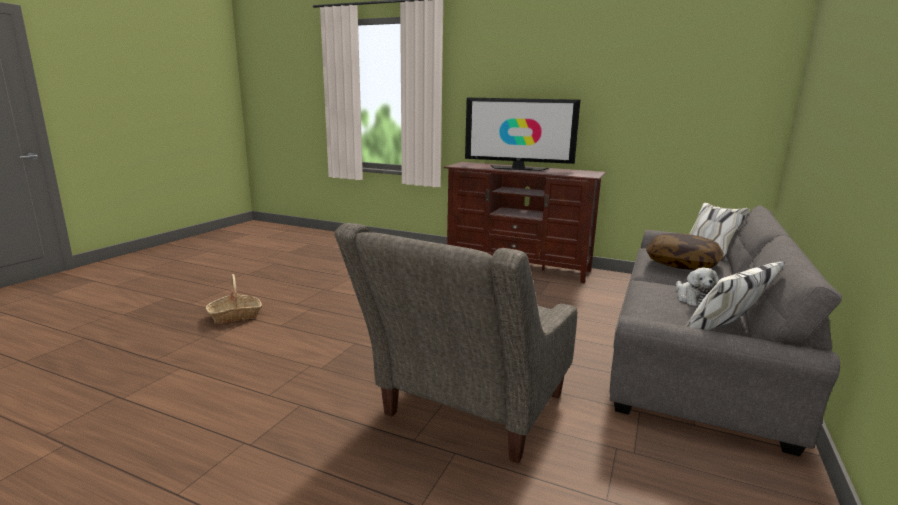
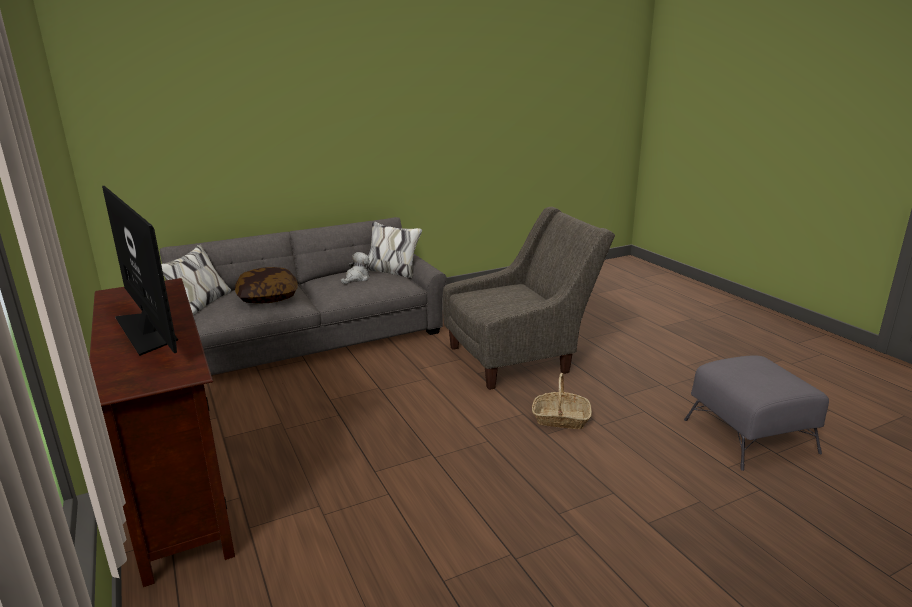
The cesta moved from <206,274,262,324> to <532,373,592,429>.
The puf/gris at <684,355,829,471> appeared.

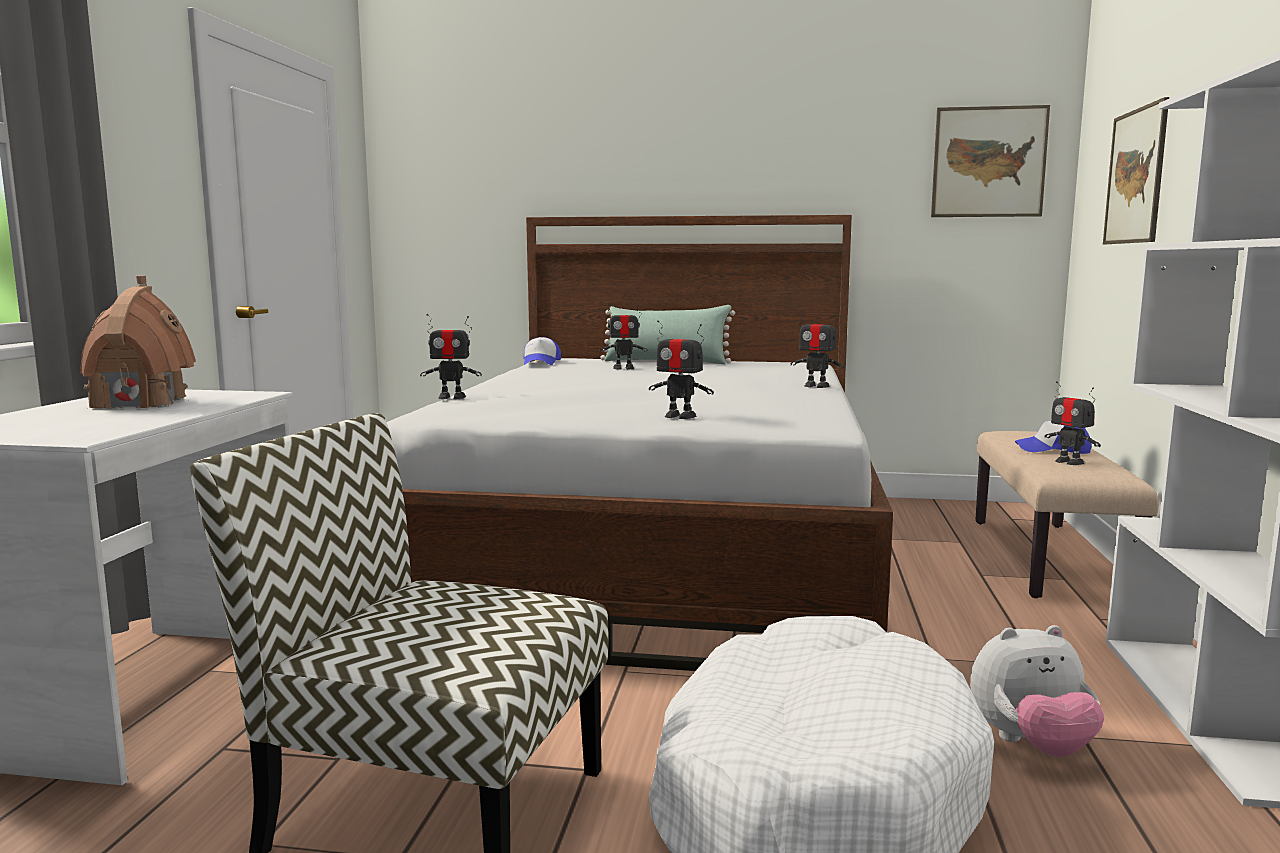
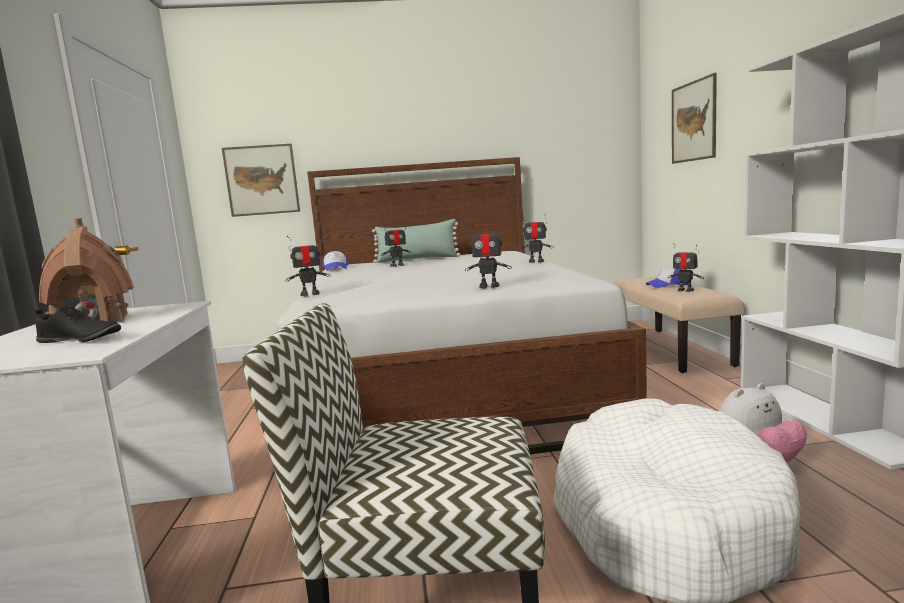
The cuadro moved from <931,105,1050,217> to <222,144,300,217>.
The zapato/negro at <35,306,121,343> appeared.

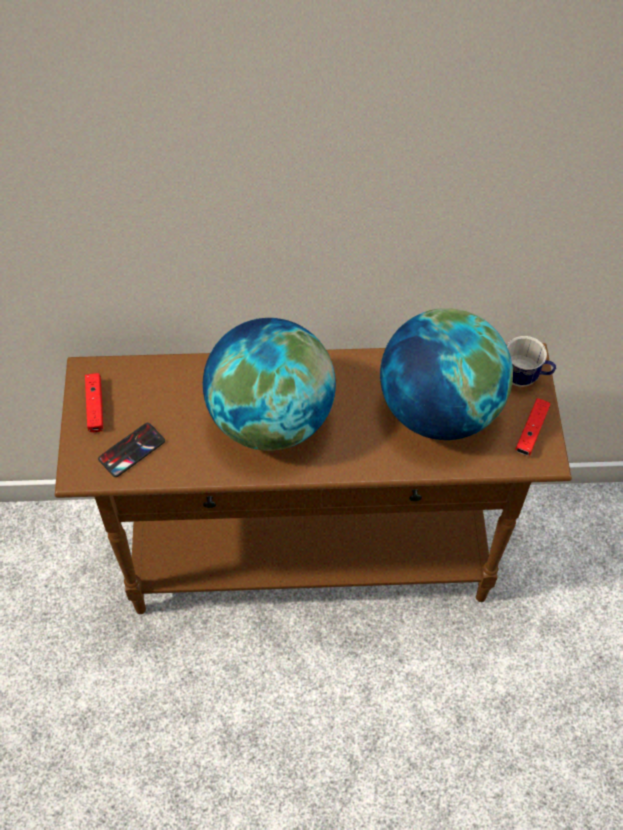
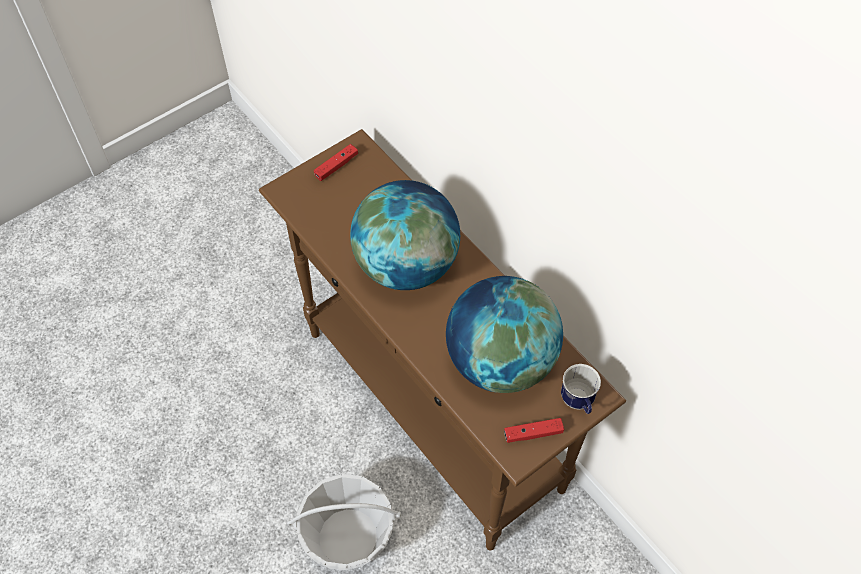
The móvil at <98,423,165,477> disappeared.
The cesta at <287,474,401,570> appeared.

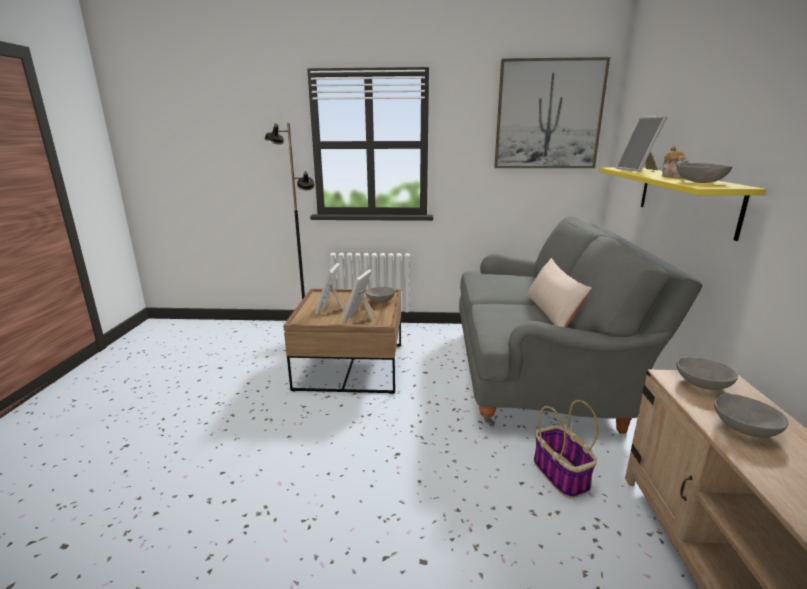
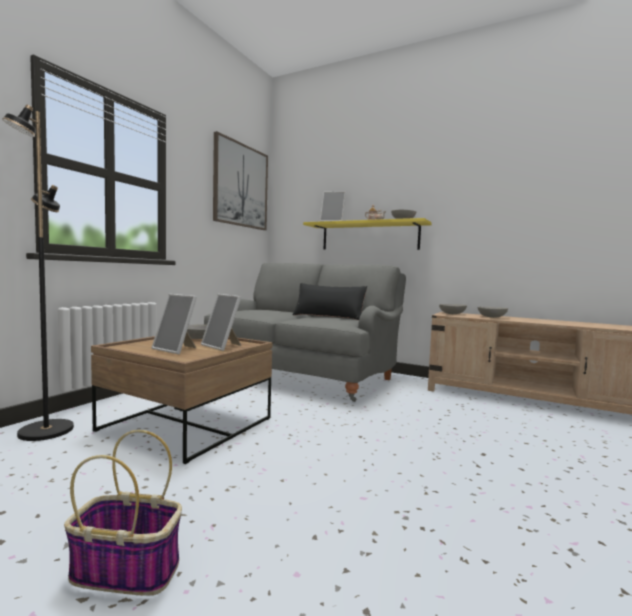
The cojín/beis at <526,258,592,327> became the cojín/negro at <293,283,367,320>.
The cesta moved from <534,400,599,499> to <64,430,182,596>.

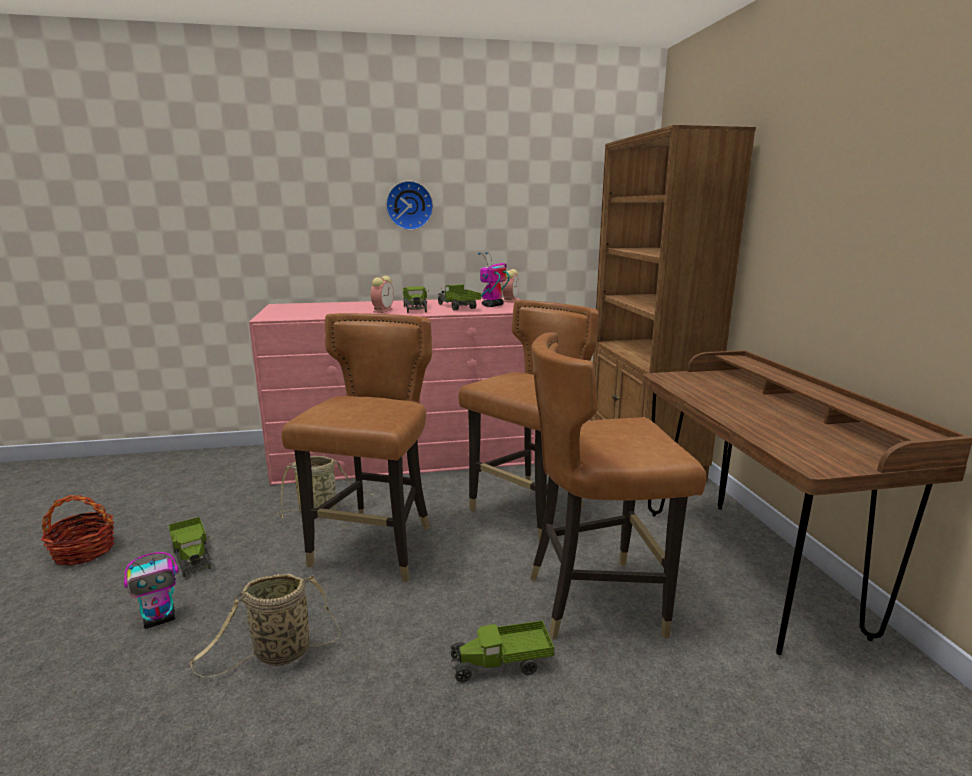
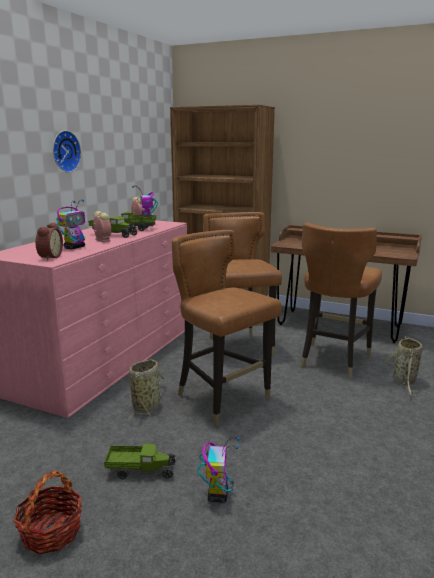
The cesta moved from <190,574,340,677> to <384,336,423,397>.
The camión de juguete at <450,621,554,682> disappeared.
The despertador at <35,222,63,260> appeared.
The robot de juguete at <57,199,85,249> appeared.

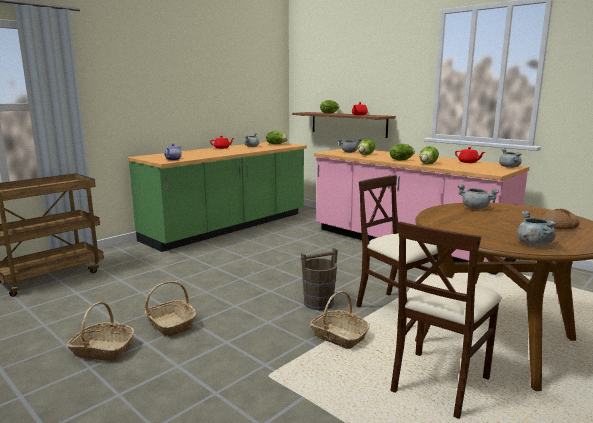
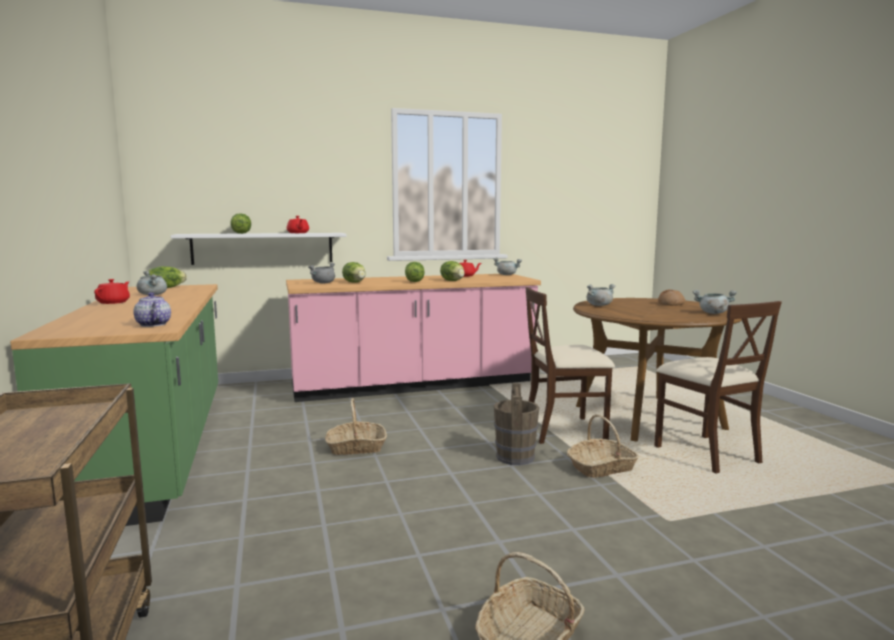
The cesta moved from <145,281,196,337> to <325,398,387,455>.
The estante/marrón at <292,112,396,138> became the estante/blanco at <171,233,347,265>.

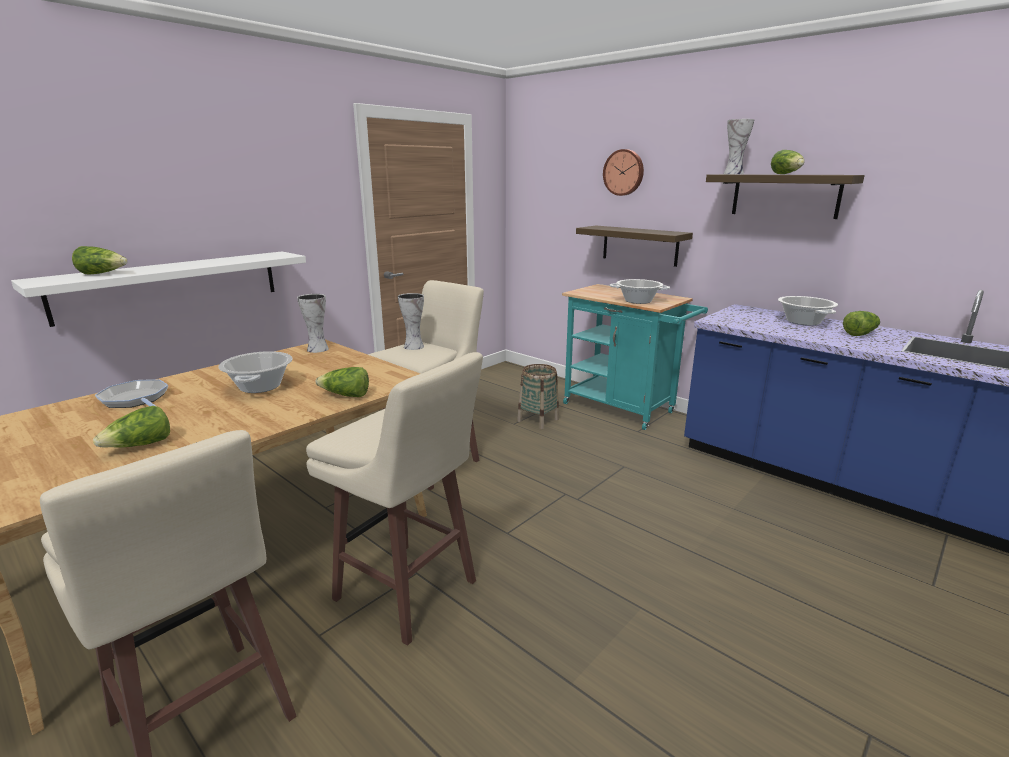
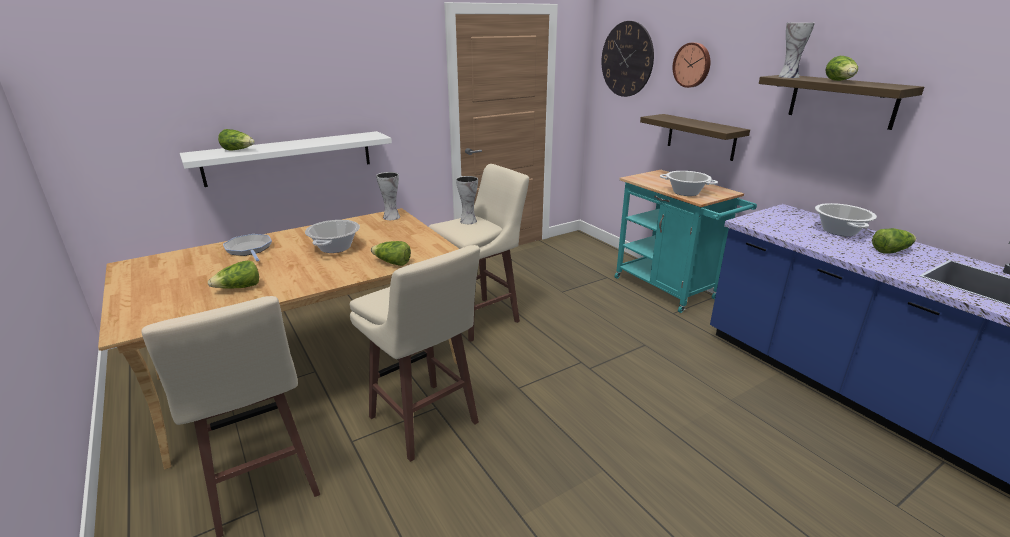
The cesta at <517,364,559,429> disappeared.
The reloj de pared at <602,21,654,97> appeared.

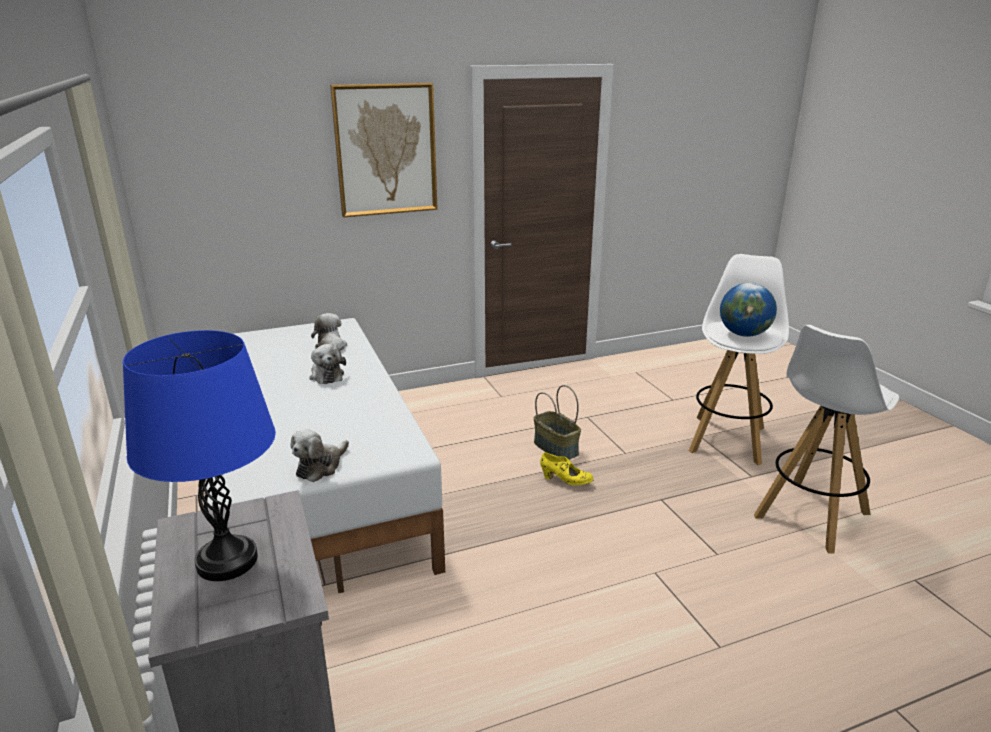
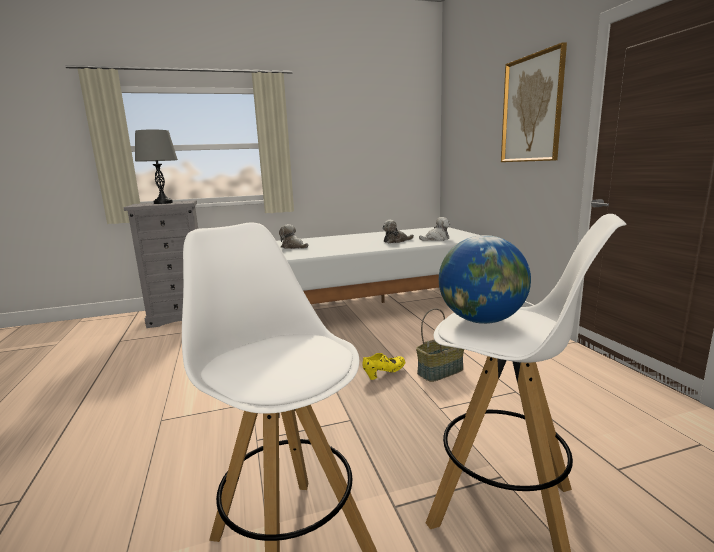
The lámpara de mesa/azul at <123,330,276,581> became the lámpara de mesa/gris at <135,130,178,204>.
The zapato/amarillo at <540,452,594,485> turned 150 degrees counterclockwise.

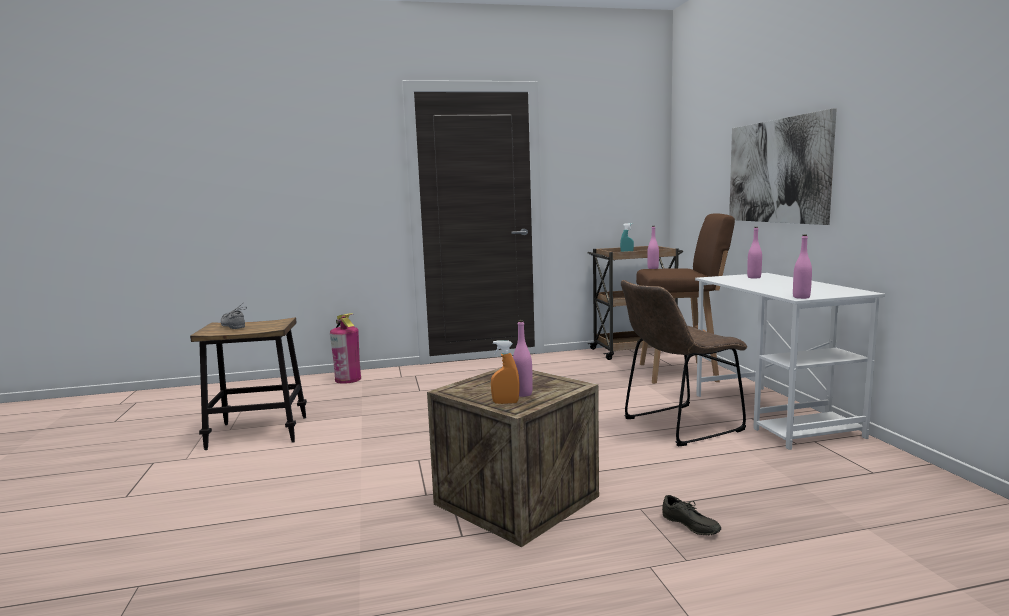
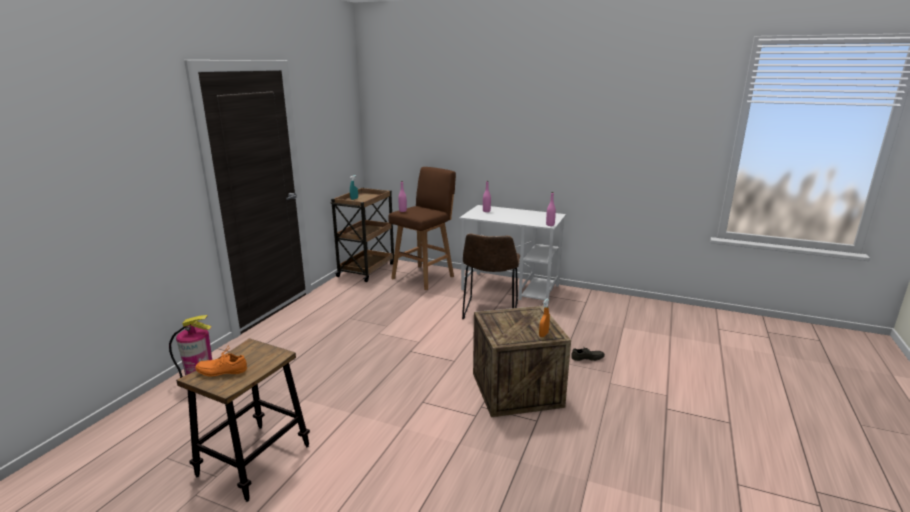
The zapato/gris at <221,303,247,329> became the zapato/naranja at <195,344,247,377>.
The botella/rosa at <513,320,533,397> disappeared.
The cuadro at <729,108,837,225> disappeared.

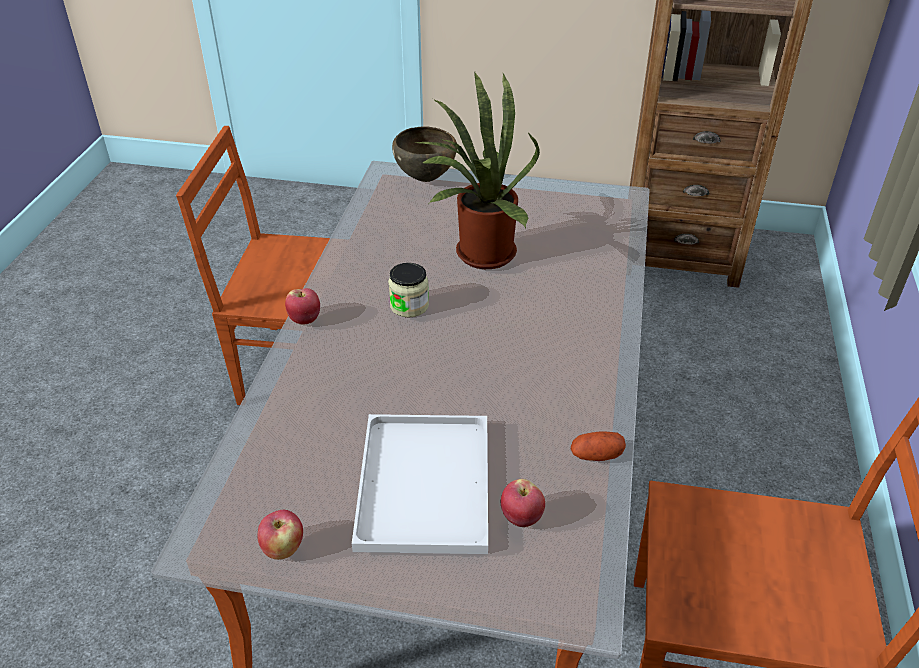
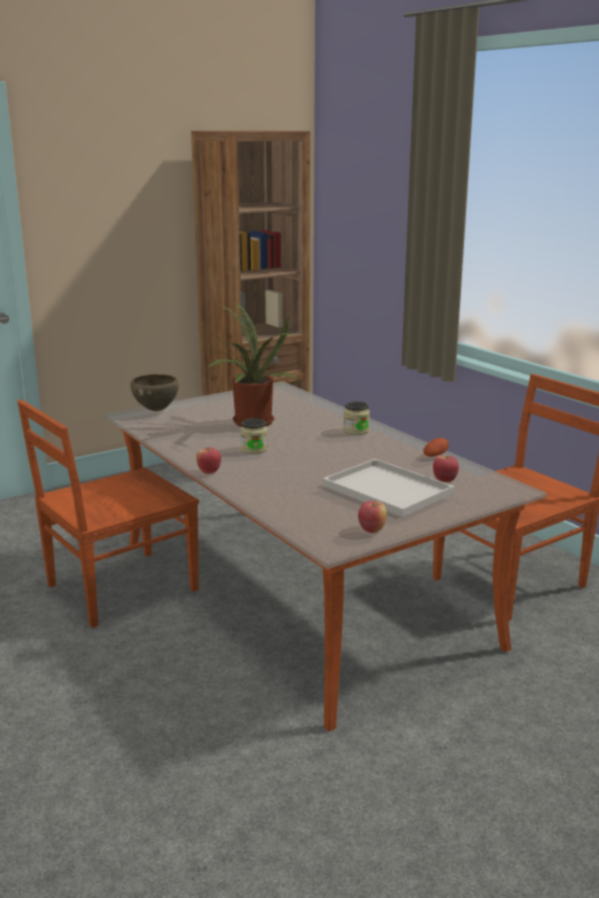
The tarro at <343,401,370,435> appeared.

